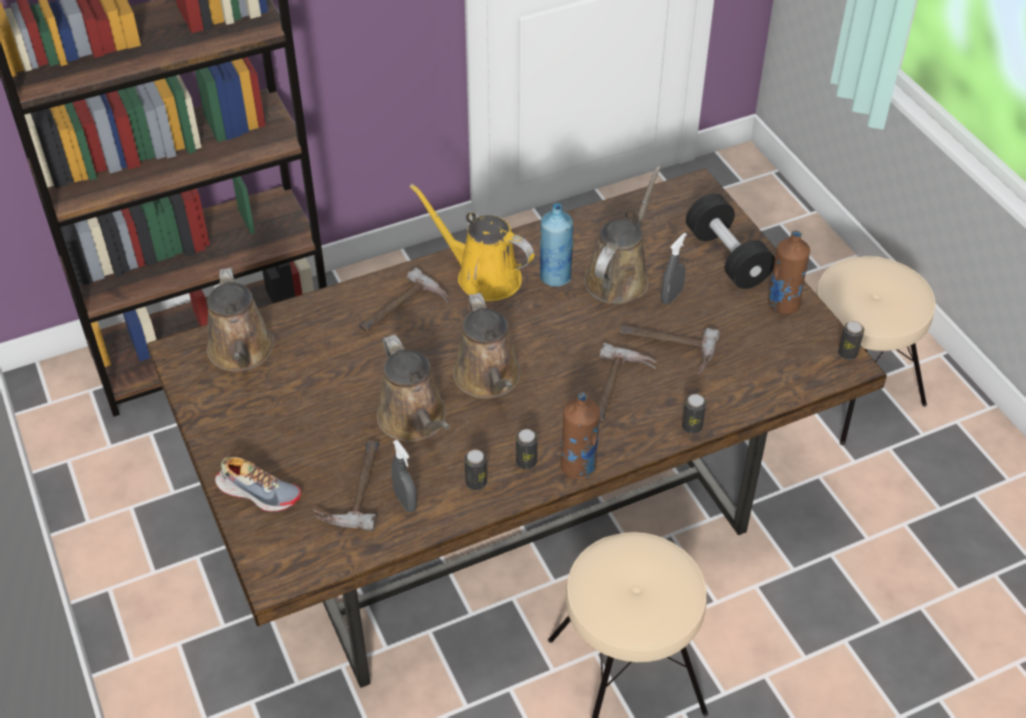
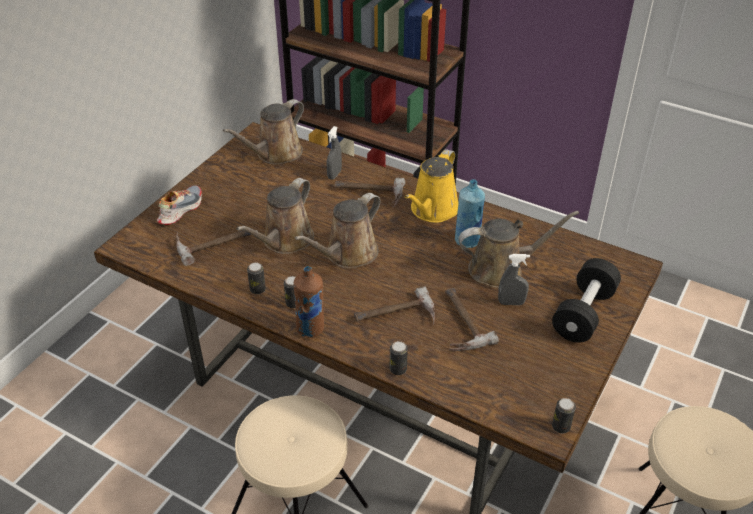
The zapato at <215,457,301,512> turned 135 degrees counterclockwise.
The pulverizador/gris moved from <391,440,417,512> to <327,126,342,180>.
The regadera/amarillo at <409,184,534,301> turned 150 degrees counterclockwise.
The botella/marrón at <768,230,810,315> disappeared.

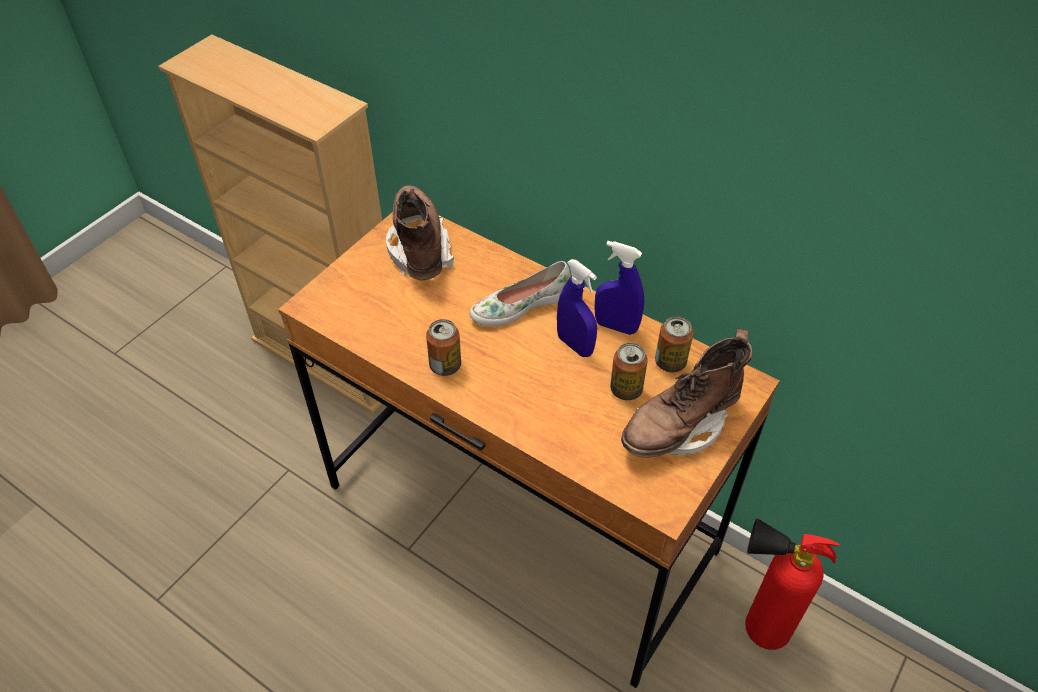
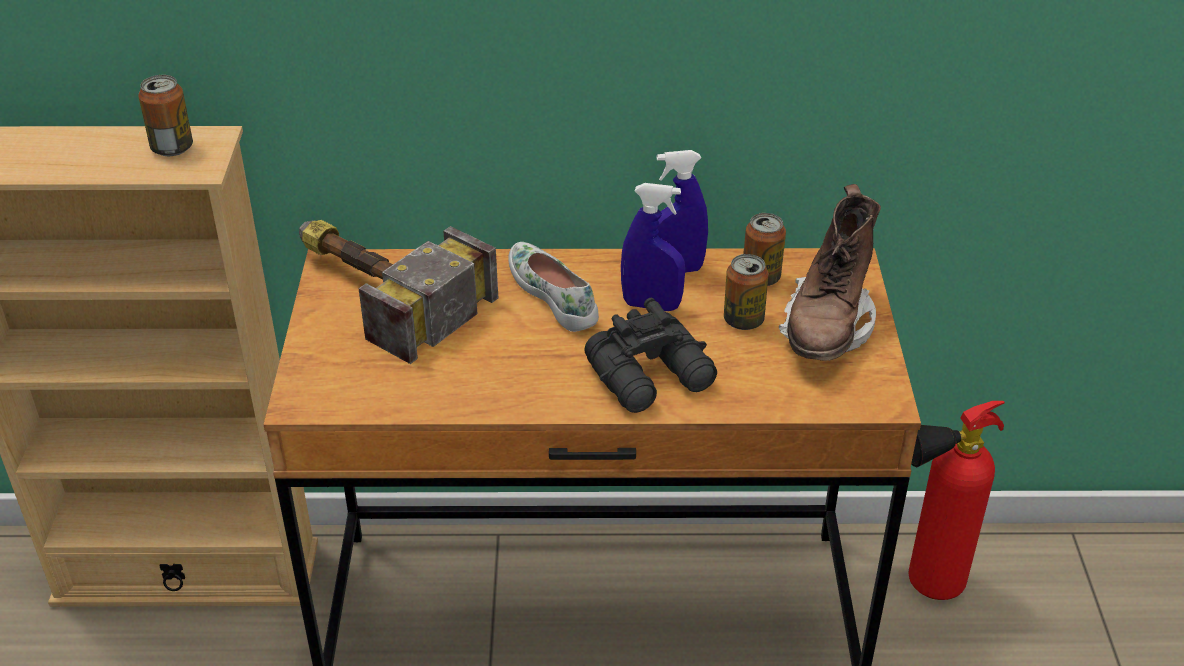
The bota/marrón at <386,185,454,280> was replaced by the martillo at <299,220,498,364>.
The lata moved from <426,319,461,376> to <138,75,193,156>.
The zapato/blanco at <469,261,571,327> turned 120 degrees clockwise.
The prismáticos/negro at <584,298,717,413> appeared.

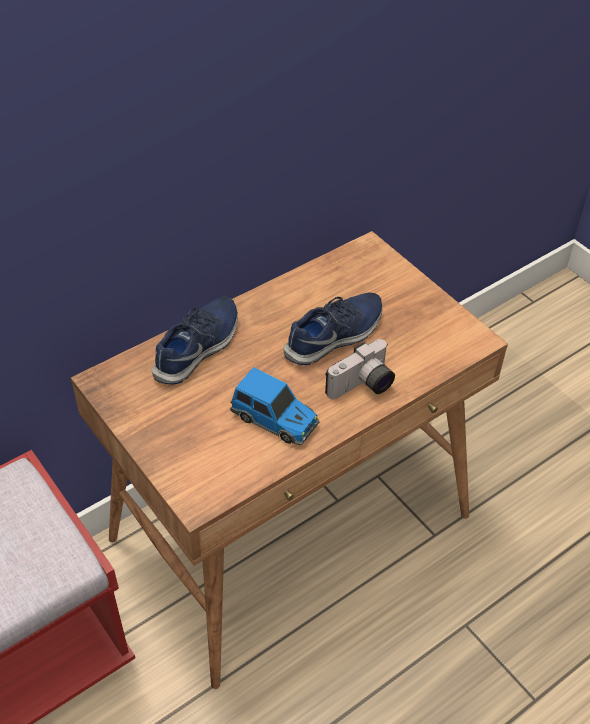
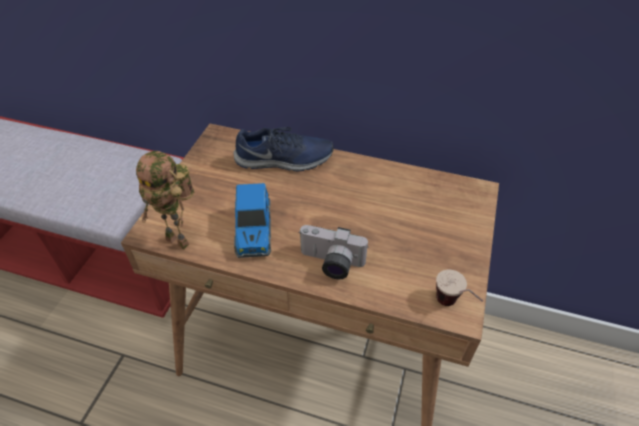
The zapato/azul at <284,292,382,365> disappeared.
The robot de juguete at <136,151,195,250> appeared.
The taza at <436,270,483,306> appeared.

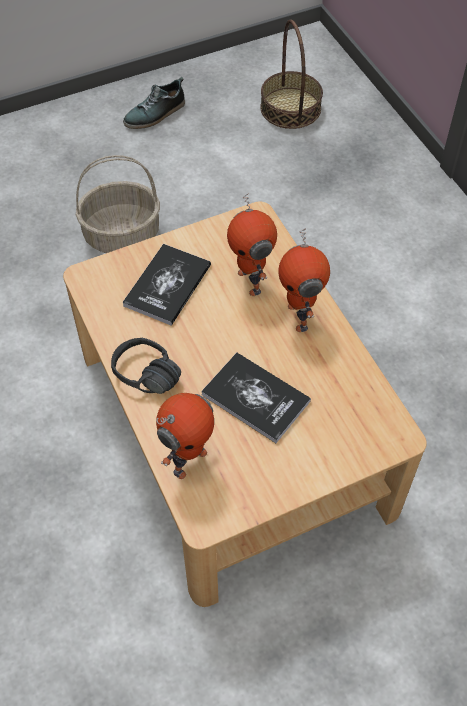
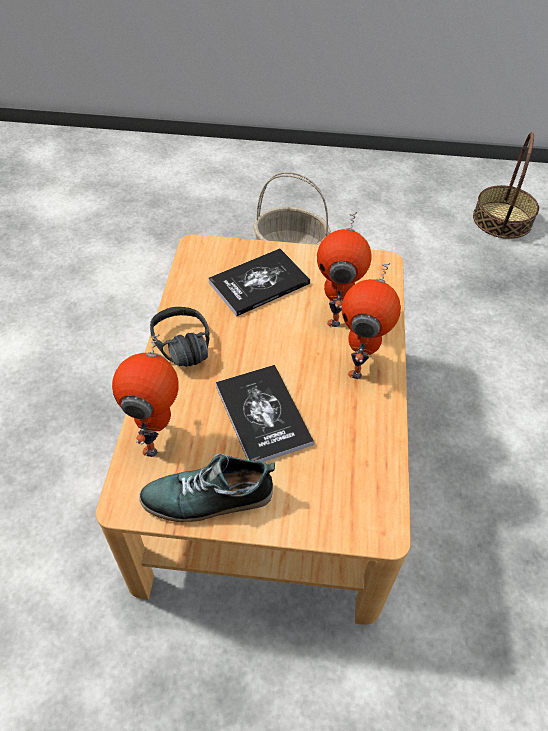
The zapato moved from <123,77,185,129> to <139,454,275,522>.
The robot de juguete at <156,393,214,479> turned 120 degrees clockwise.

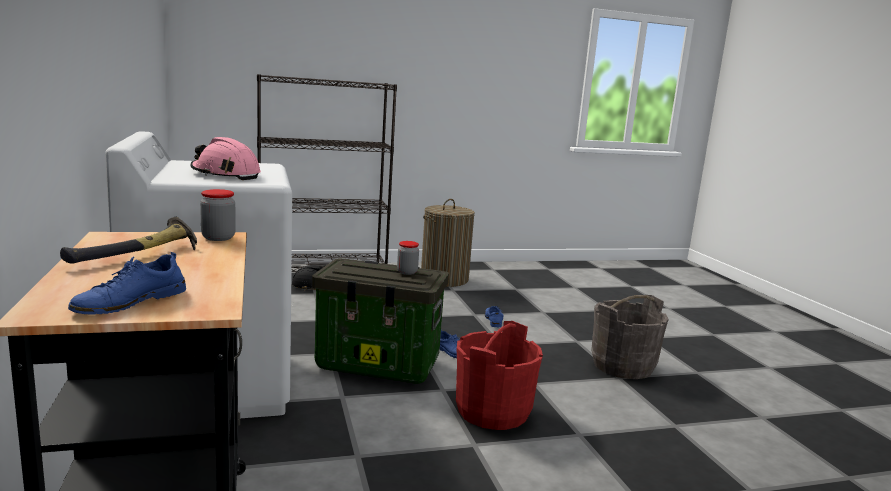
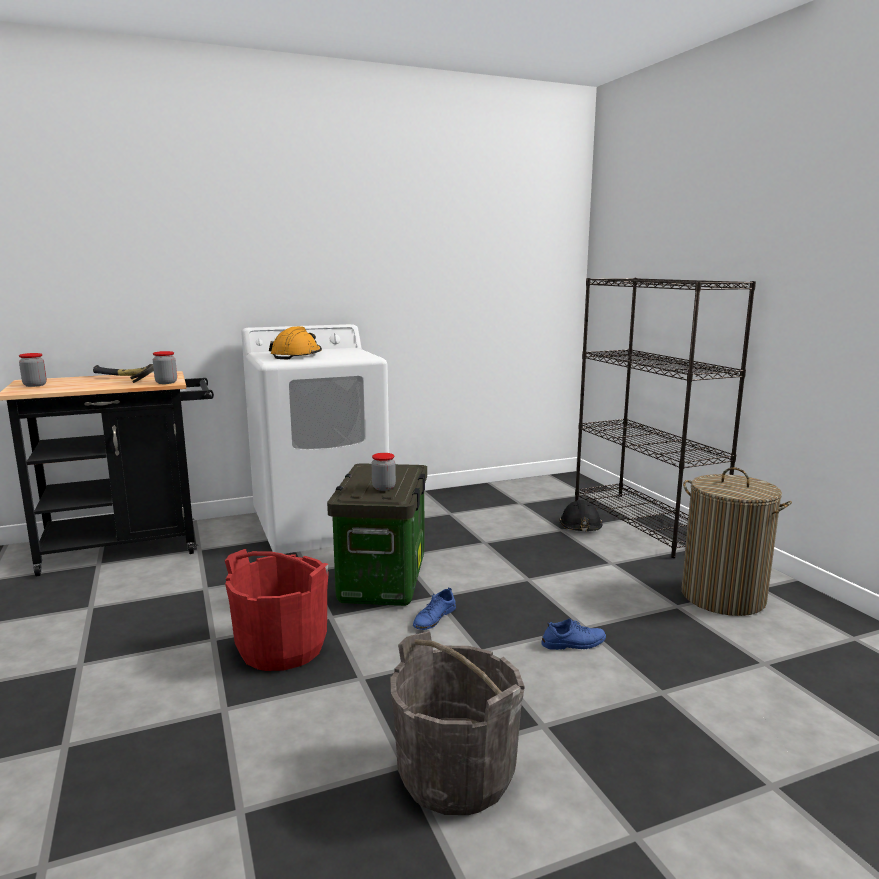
The zapato/azul at <68,252,186,315> was replaced by the tarro at <19,353,47,387>.
The casco/rosa at <190,137,261,180> became the casco/naranja at <269,326,322,359>.

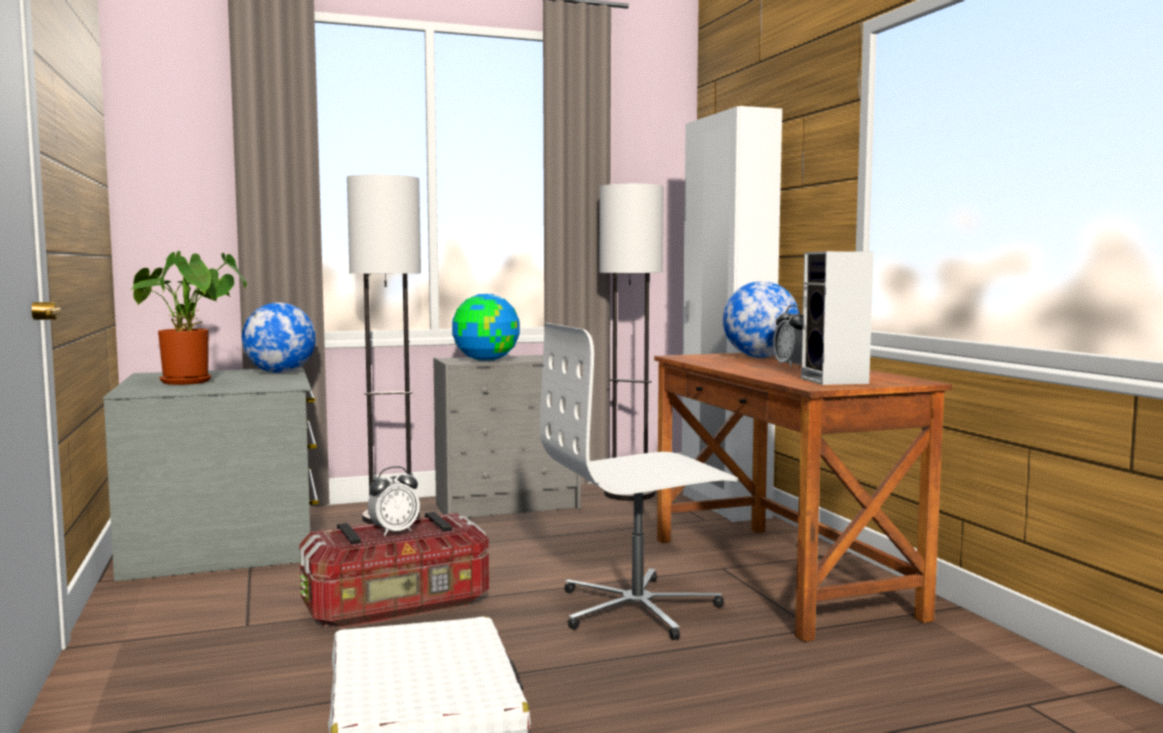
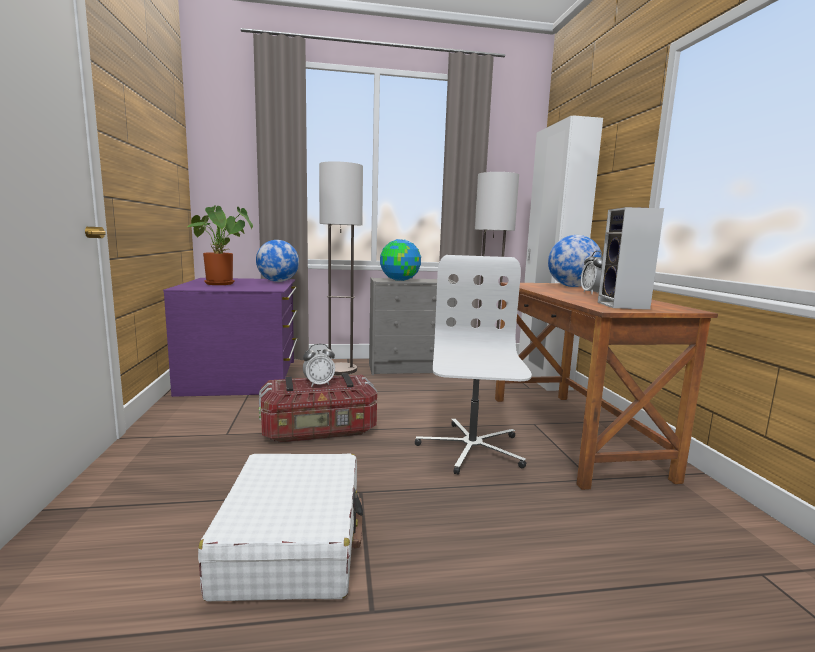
The cómoda/gris at <103,367,319,581> became the cómoda/morado at <163,278,298,397>.
The silla de oficina/blanco at <540,323,738,640> turned 105 degrees clockwise.

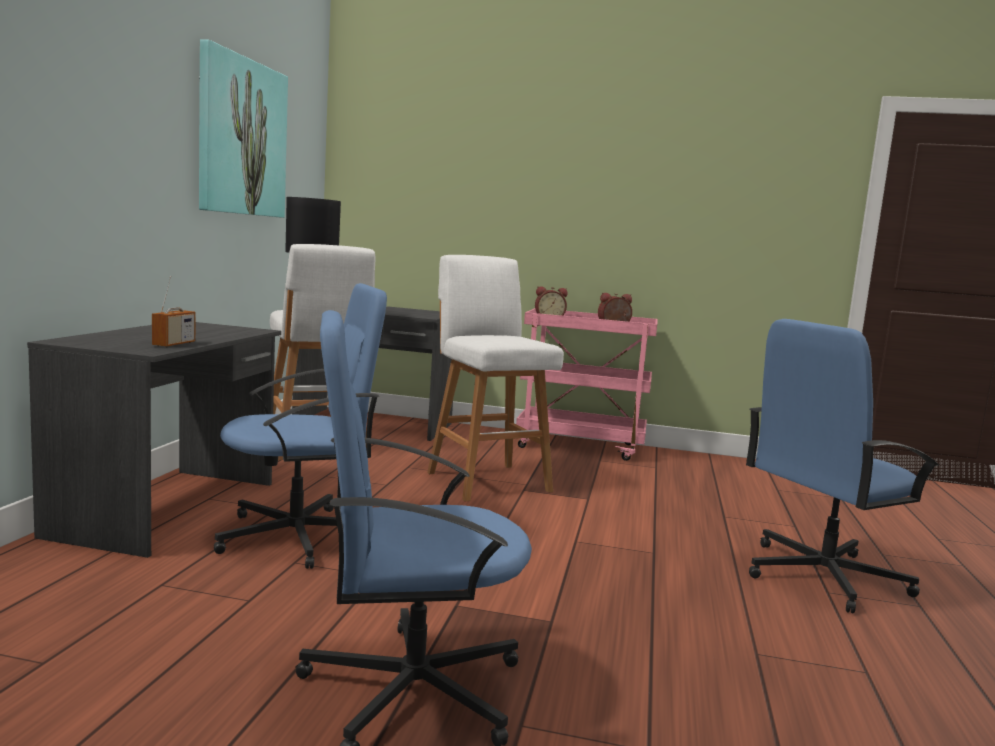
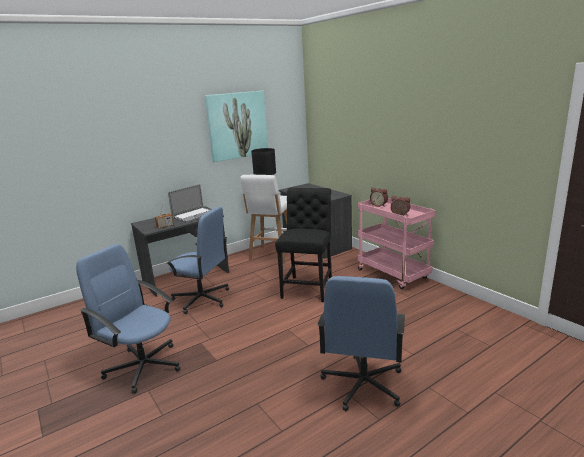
The taburete/blanco at <427,255,564,501> was replaced by the silla/negro at <275,188,332,302>.
The silla de oficina/azul at <746,319,939,614> turned 90 degrees counterclockwise.
The portátil at <168,184,210,223> appeared.

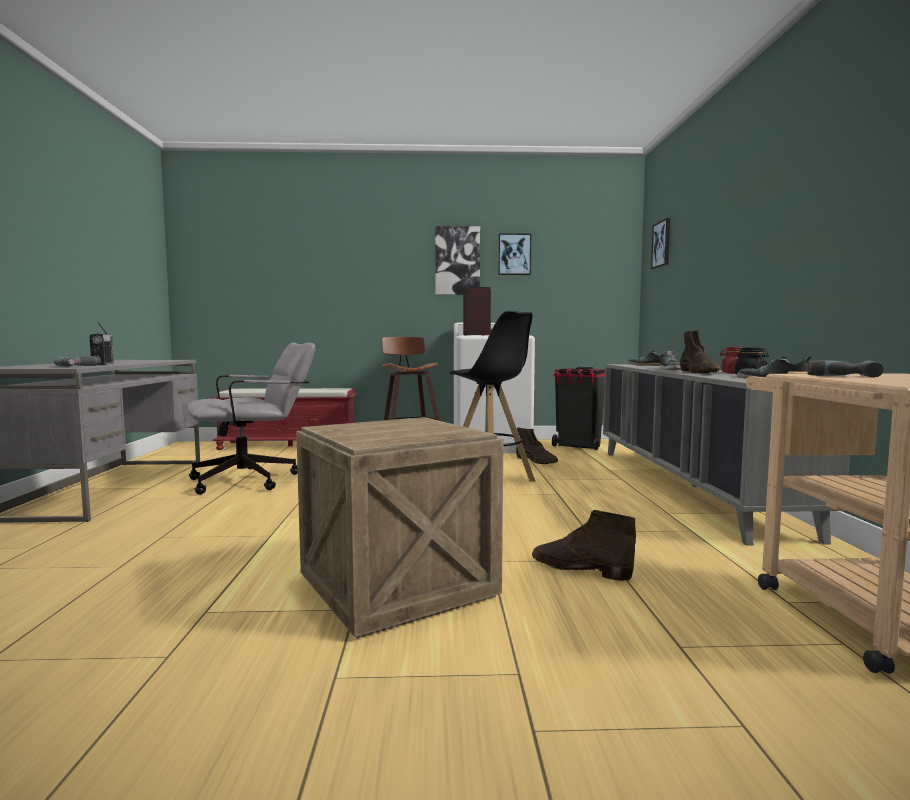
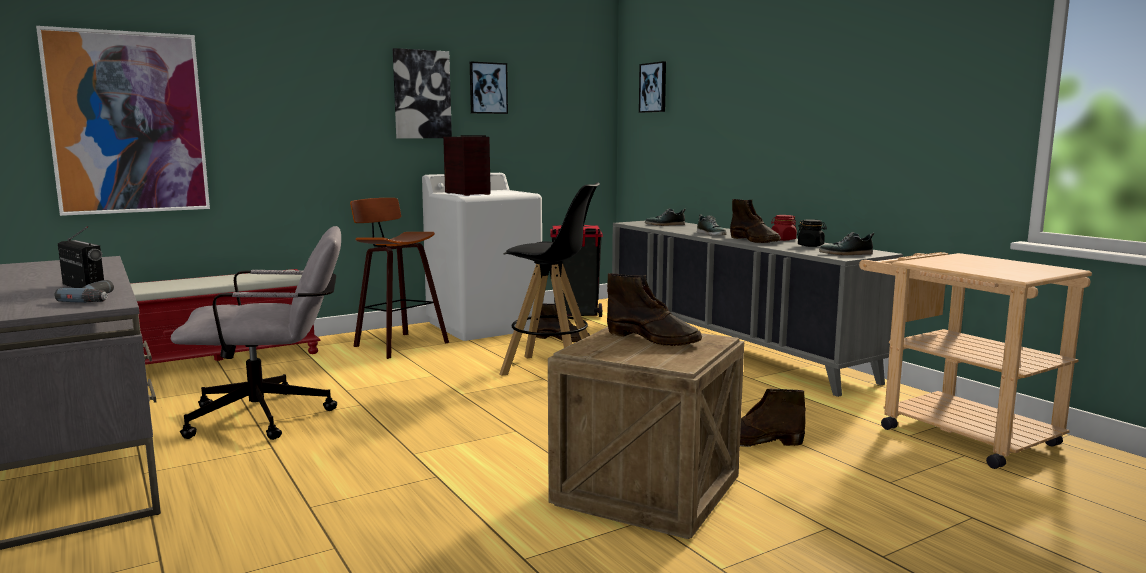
The silla de oficina/gris at <186,342,316,495> turned 45 degrees clockwise.
The taladro at <807,360,885,377> disappeared.
The cuadro at <36,26,210,216> appeared.
The bota/marrón at <607,273,702,346> appeared.

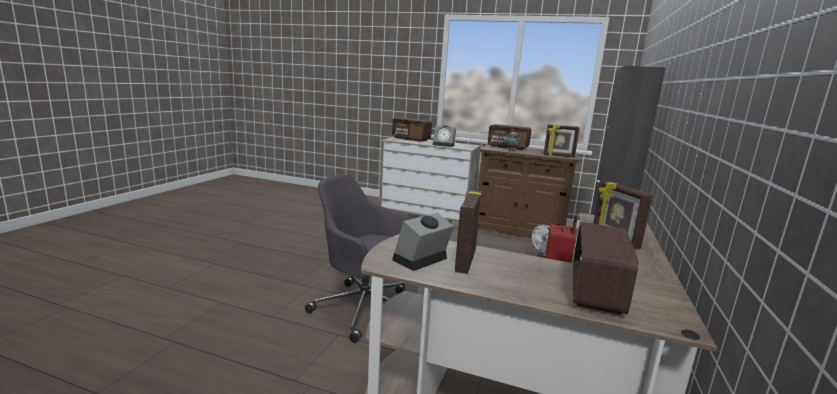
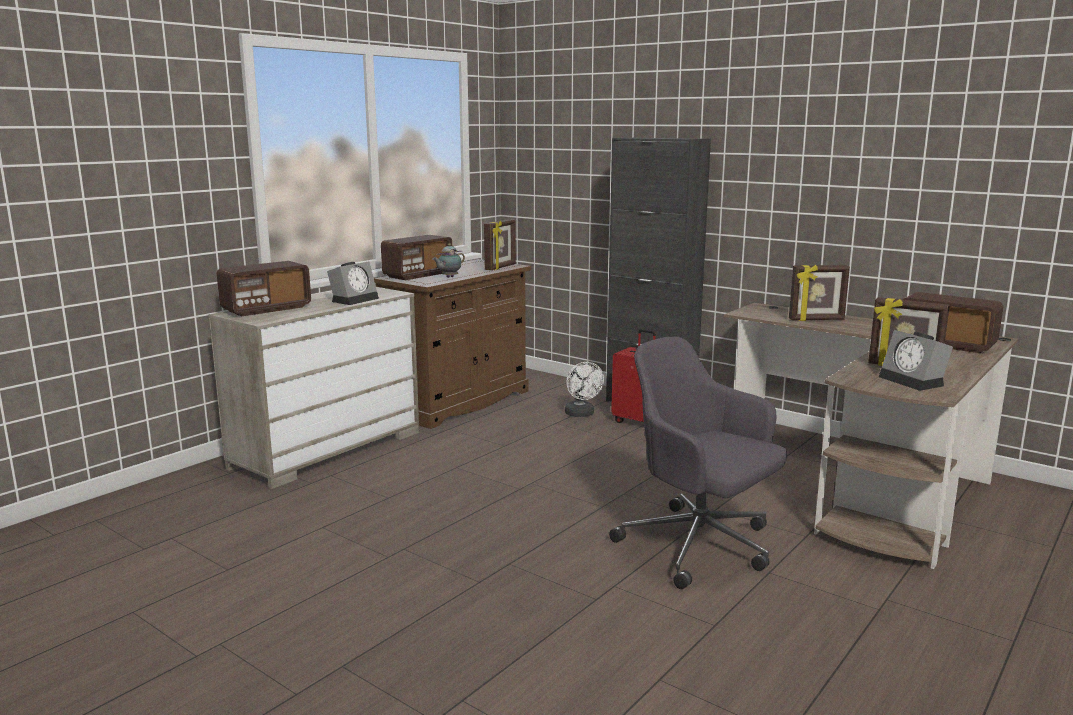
The silla de oficina/gris at <305,174,410,343> turned 90 degrees clockwise.

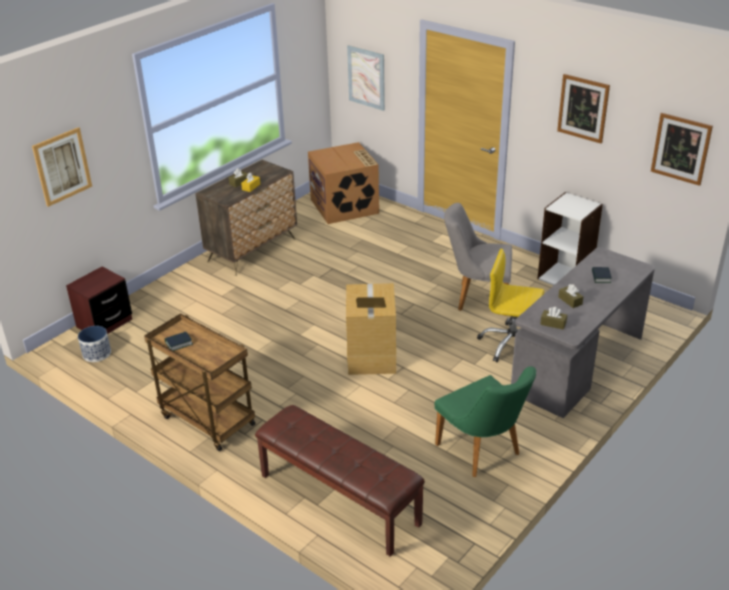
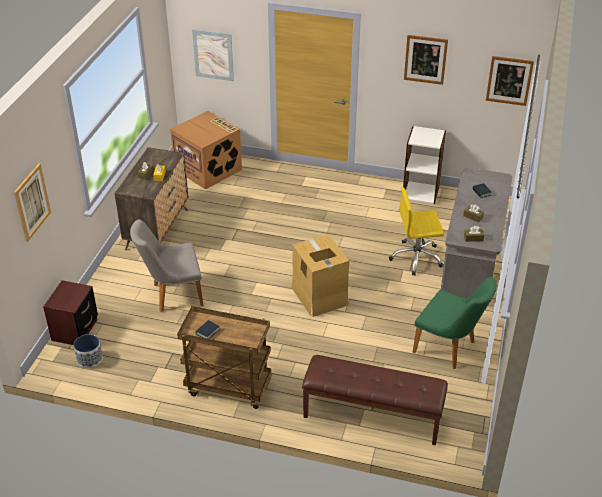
The silla/gris moved from <444,203,512,316> to <130,220,204,312>.

